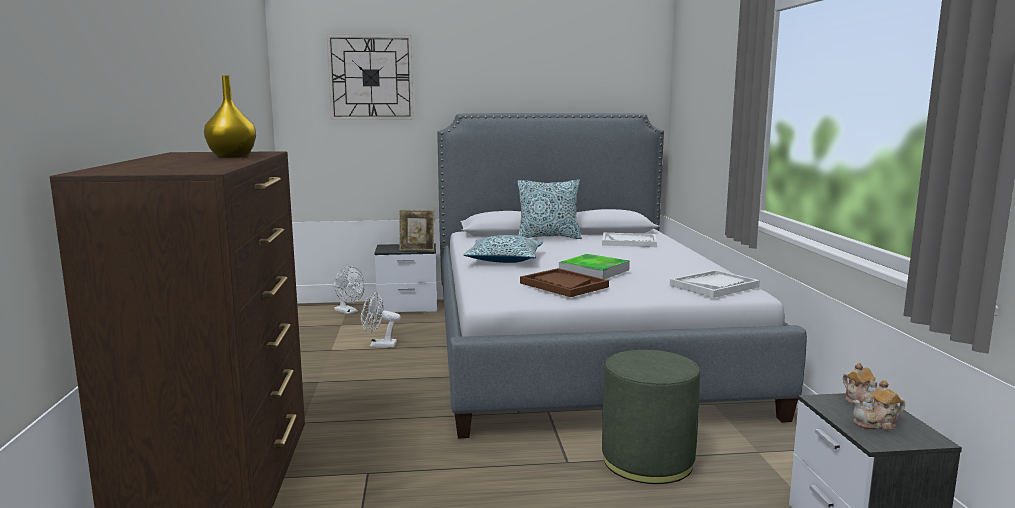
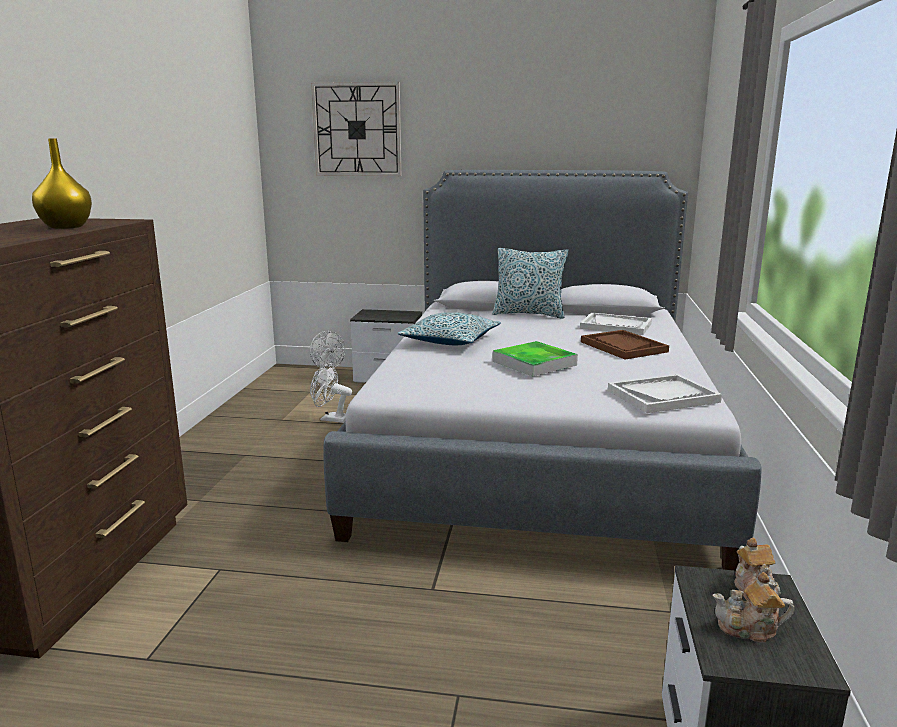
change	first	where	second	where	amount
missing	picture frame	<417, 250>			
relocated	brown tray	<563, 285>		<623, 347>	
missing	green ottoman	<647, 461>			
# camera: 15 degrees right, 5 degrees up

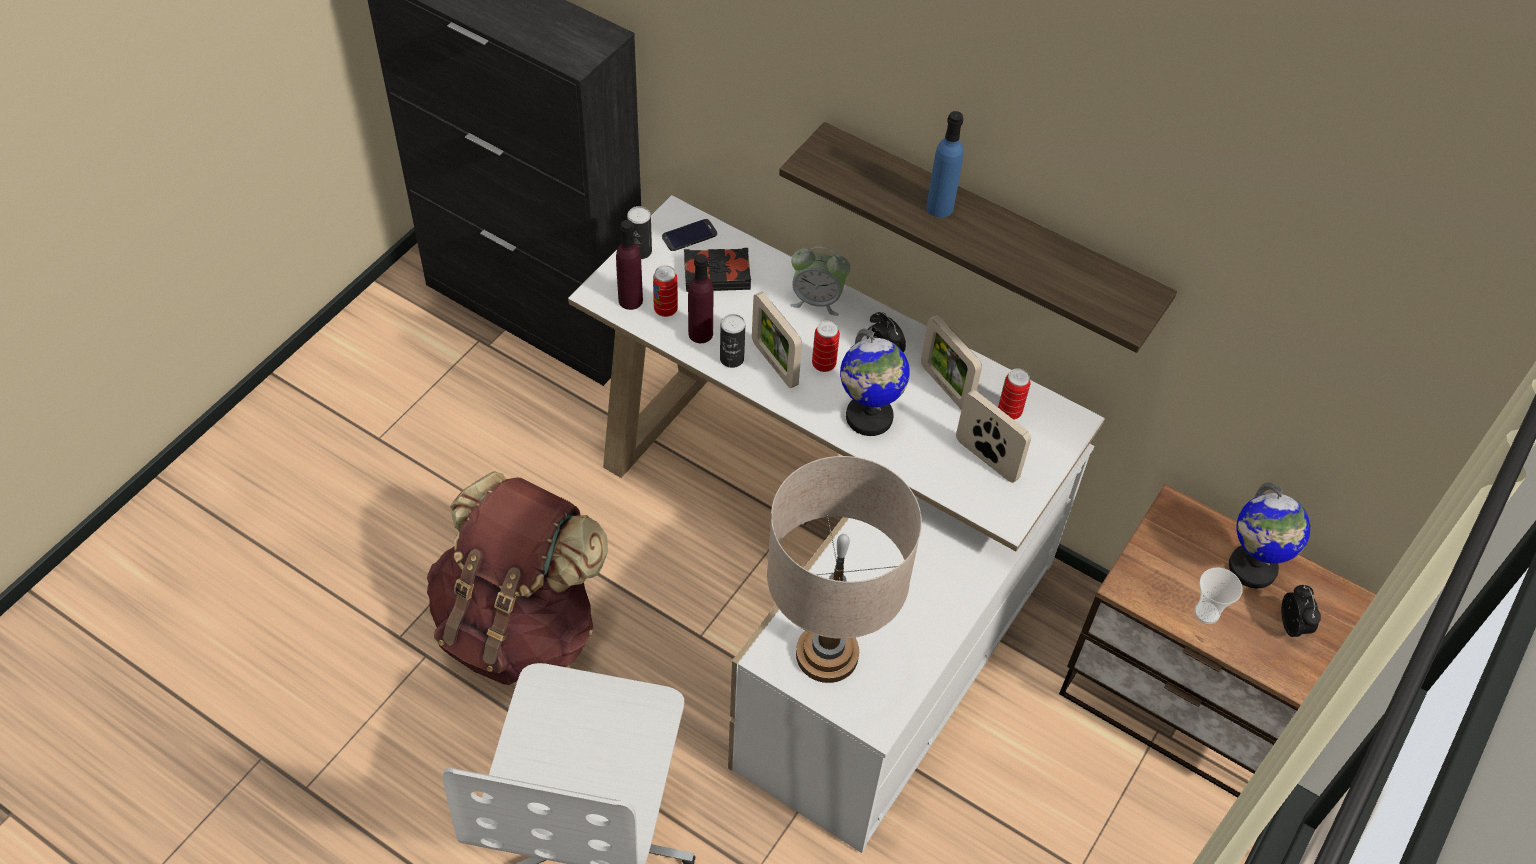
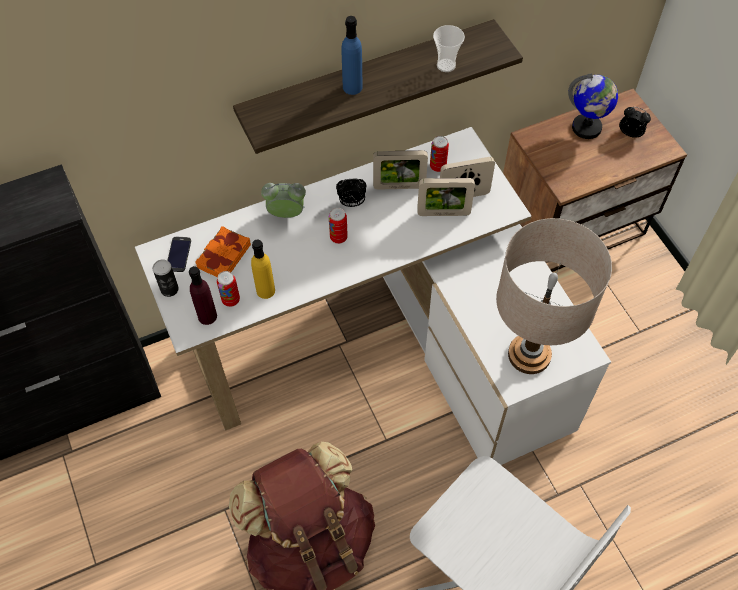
change	first	where	second	where	amount
spun	alarm clock	<817, 300>		<286, 214>	135 degrees counterclockwise
colour	black book	<716, 274>	orange book	<223, 256>	
colour	purple bottle	<700, 333>	yellow bottle	<265, 290>	
relocated	picture frame	<774, 364>		<443, 213>	
missing	can	<731, 358>			
missing	globe	<869, 417>			
relocated	cup	<1206, 613>		<446, 65>	
# camera: 55 degrees left, 5 degrees up

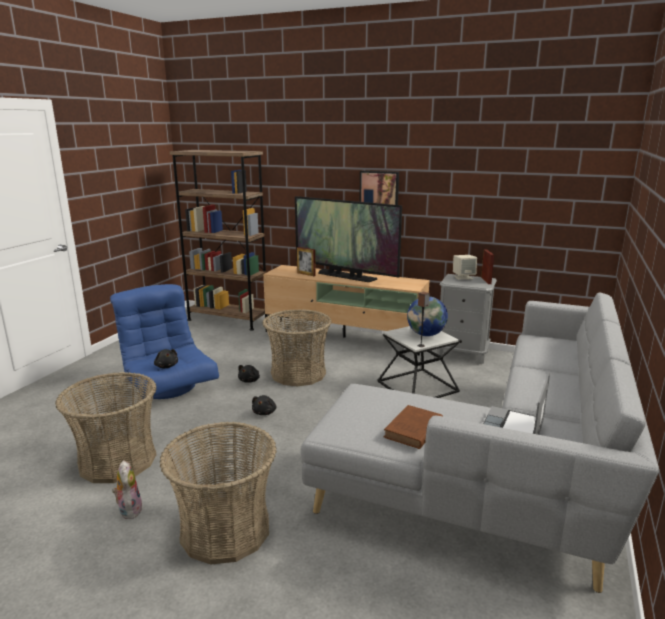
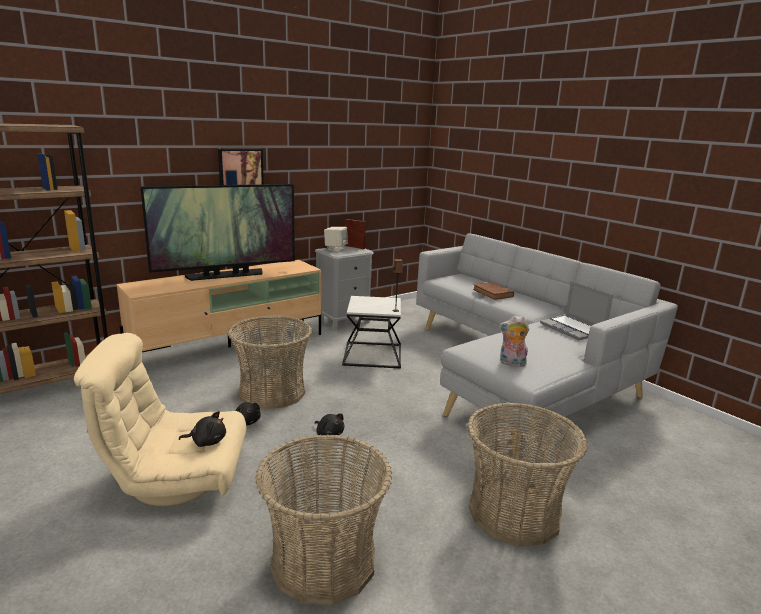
change	first	where	second	where	amount
missing	picture frame	<306, 274>			
colour	blue armchair	<169, 386>	beige armchair	<176, 479>	
missing	globe	<426, 334>			
relocated	brown book	<413, 431>		<493, 293>	
relocated	plush toy	<129, 509>		<511, 363>	
# camera: 60 degrees left, 0 degrees up

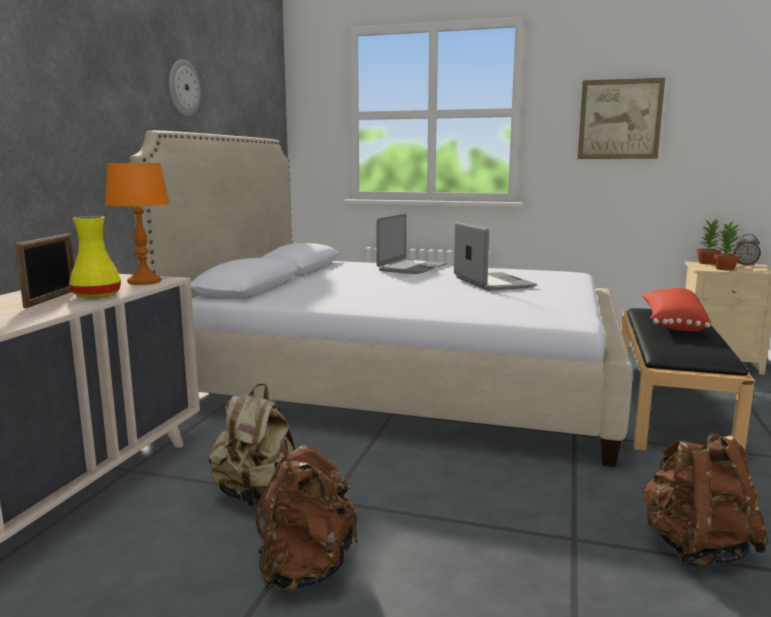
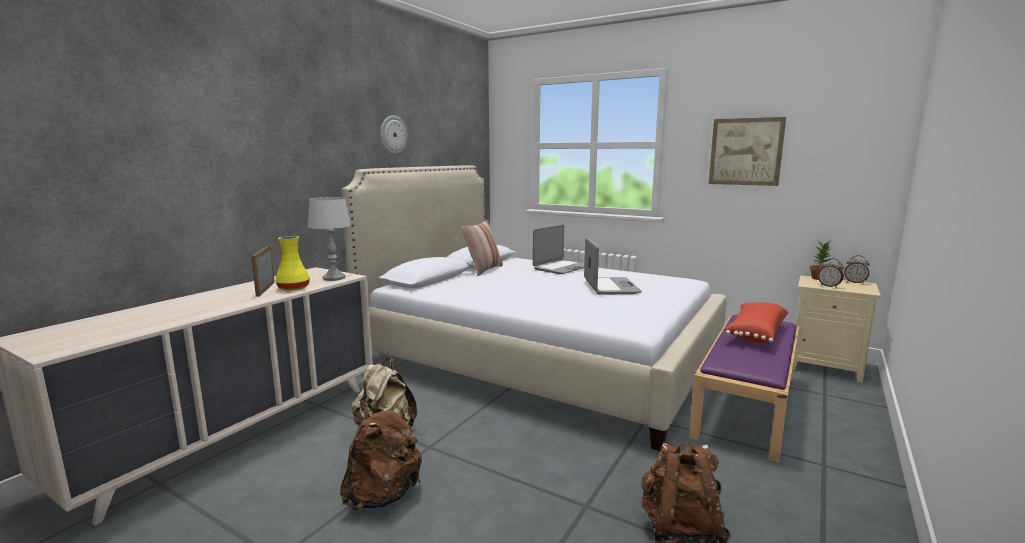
change	first	where	second	where	amount
colour	orange table lamp	<144, 282>	grey table lamp	<334, 278>	
exchanged	potted plant	<725, 269>	alarm clock	<829, 286>	
spun	picture frame	<52, 298>		<265, 289>	150 degrees clockwise
colour	black bench	<667, 406>	purple bench	<746, 403>	
appeared			pillow	<483, 270>	
# camera: 15 degrees right, 0 degrees up

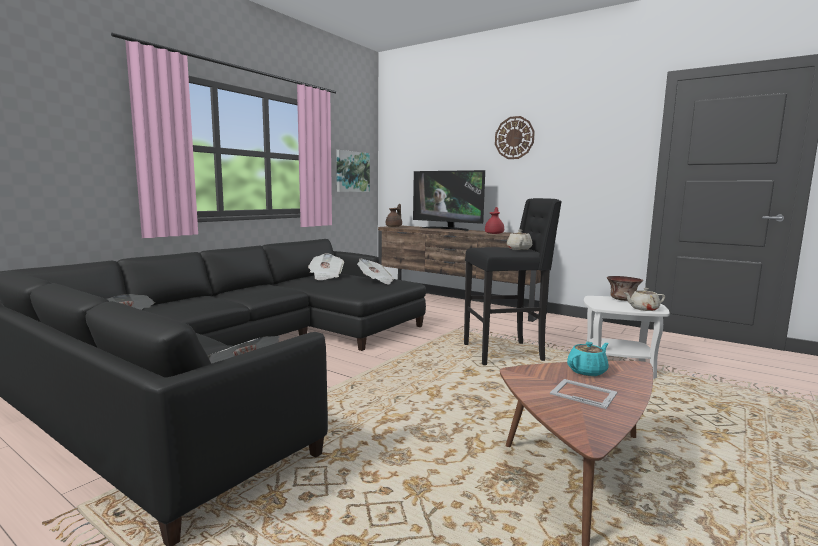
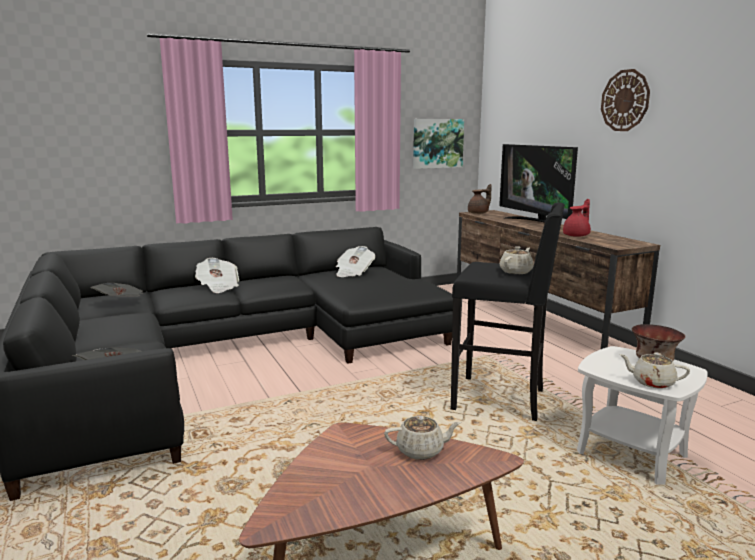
change	first	where	second	where	amount
relocated	newspaper	<376, 281>		<218, 287>	
colour	turquoise teapot	<587, 371>	beige teapot	<421, 451>	
missing	picture frame	<583, 393>			
# camera: 30 degrees right, 5 degrees up

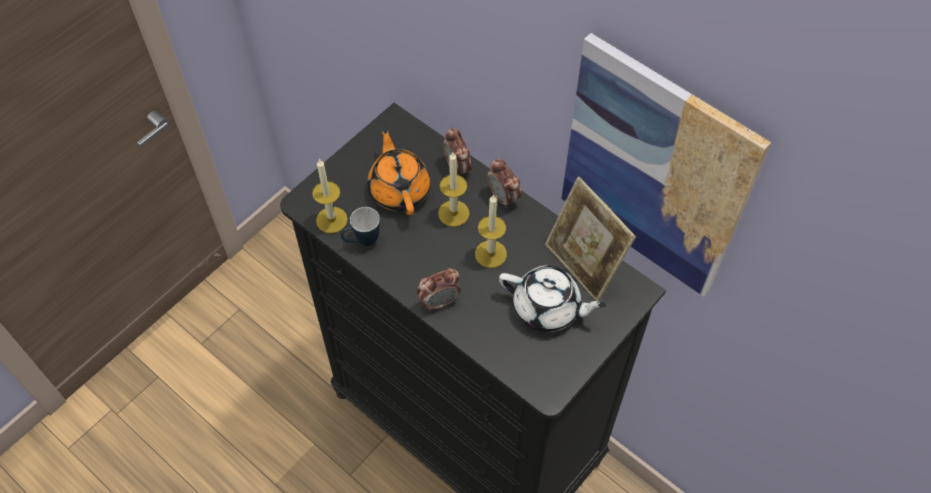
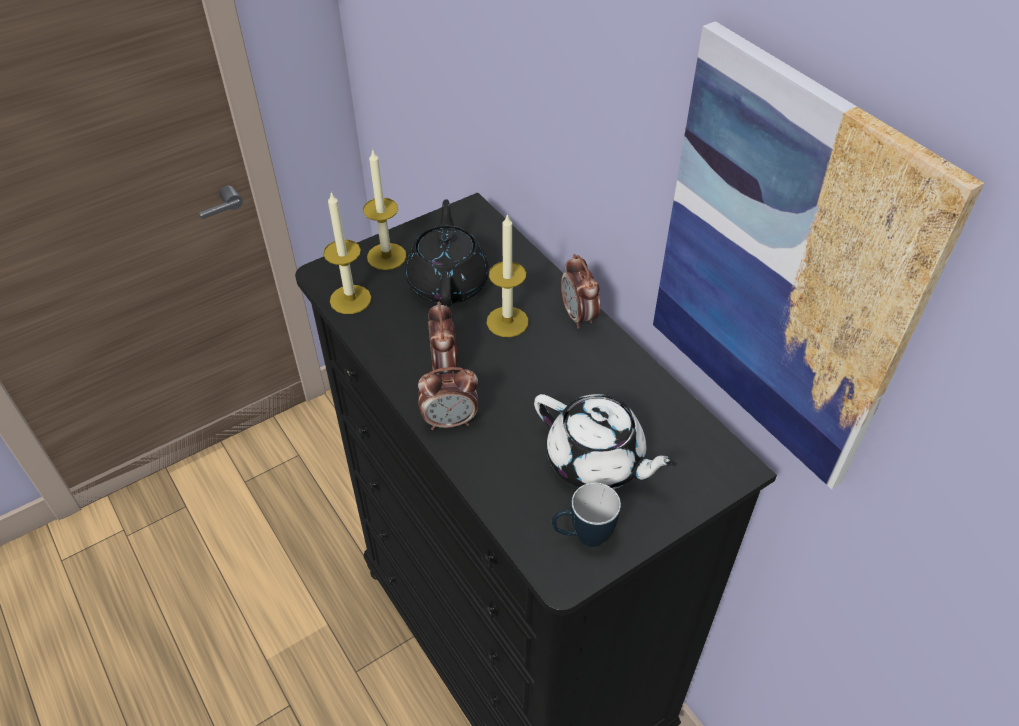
change	first	where	second	where	amount
colour	orange teapot	<399, 189>	black teapot	<448, 282>	
relocated	alarm clock	<457, 168>		<444, 366>	
missing	picture frame	<583, 265>			
relocated	candle	<490, 254>		<386, 256>	
relocated	mug	<362, 241>		<582, 537>	
# camera: 15 degrees right, 10 degrees down

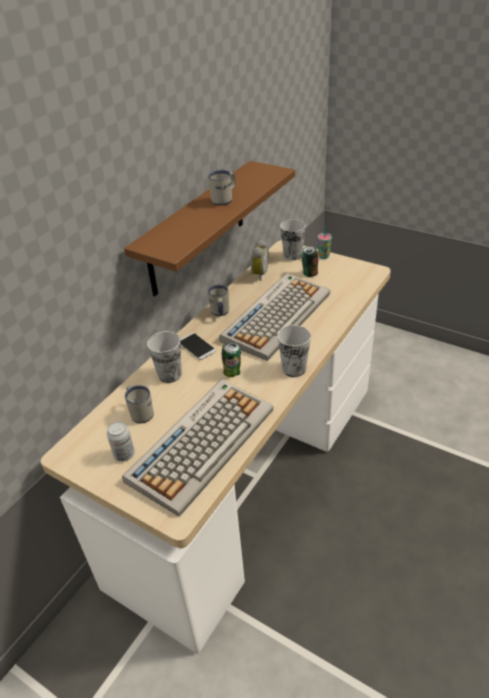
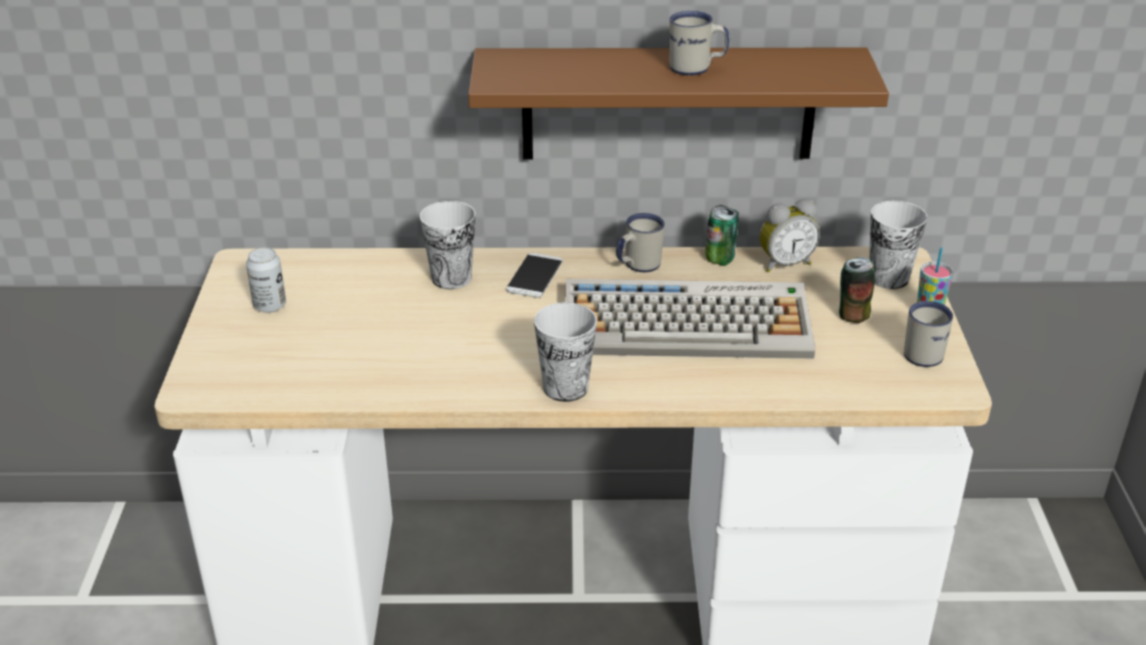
change	first	where	second	where	amount
relocated	can	<232, 373>		<719, 259>	
missing	keyboard	<202, 443>			
relocated	white mug	<140, 412>		<925, 351>	
# camera: 55 degrees right, 5 degrees down

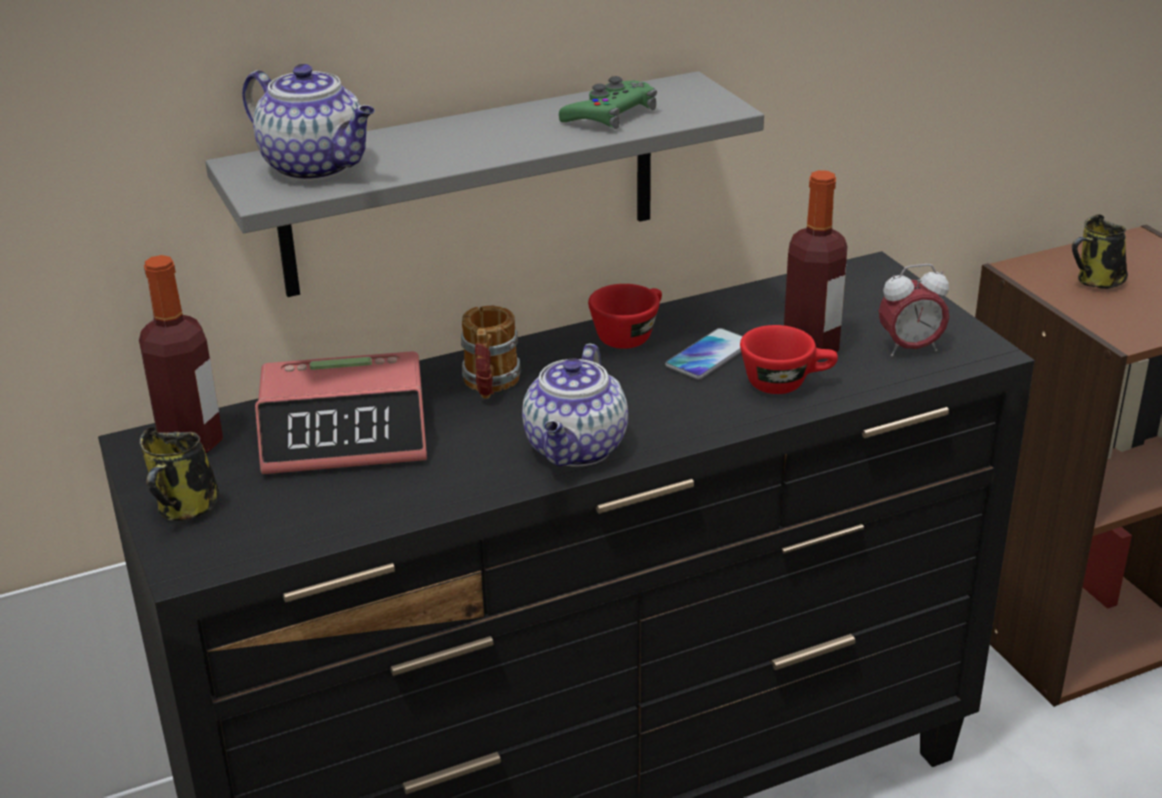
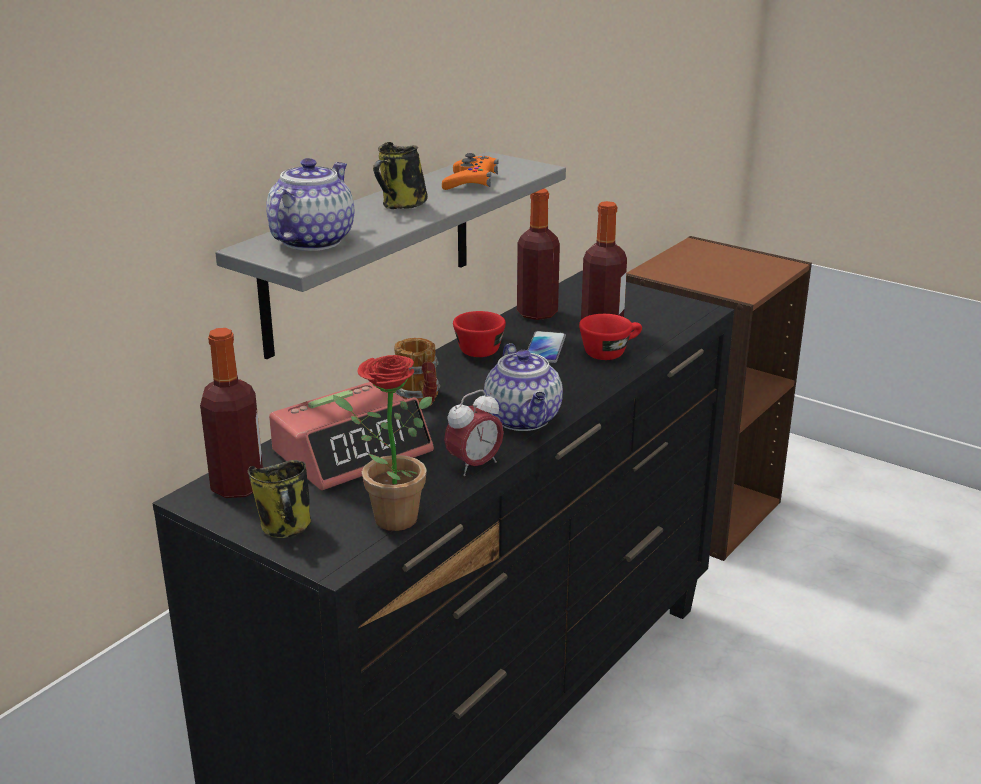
change	first	where	second	where	amount
spun	teapot	<317, 167>		<313, 240>	75 degrees counterclockwise
colour	green game controller	<610, 115>	orange game controller	<471, 181>	
relocated	mug	<1096, 282>		<401, 206>	
relocated	alarm clock	<910, 348>		<474, 465>	
appeared			bottle	<537, 313>	
appeared			potted plant	<386, 517>	
# camera: 30 degrees left, 5 degrees down

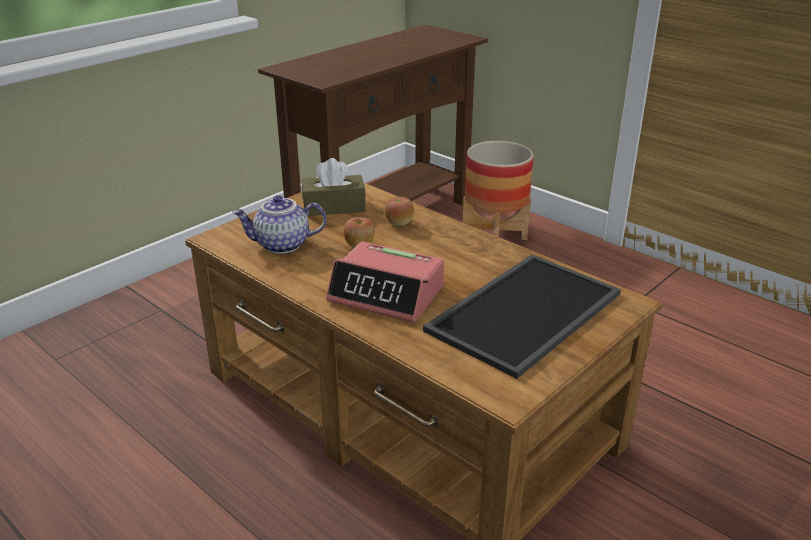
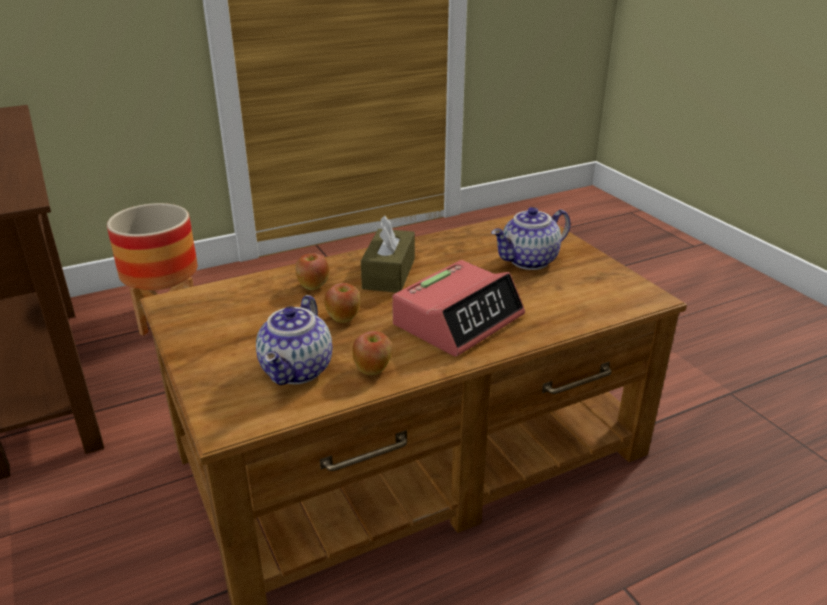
change	first	where	second	where	amount
relocated	brown tissue box	<334, 207>		<389, 273>	
exchanged	tray	<526, 314>	teapot	<529, 261>	
appeared			apple	<373, 369>	
# camera: 70 degrees left, 0 degrees up

